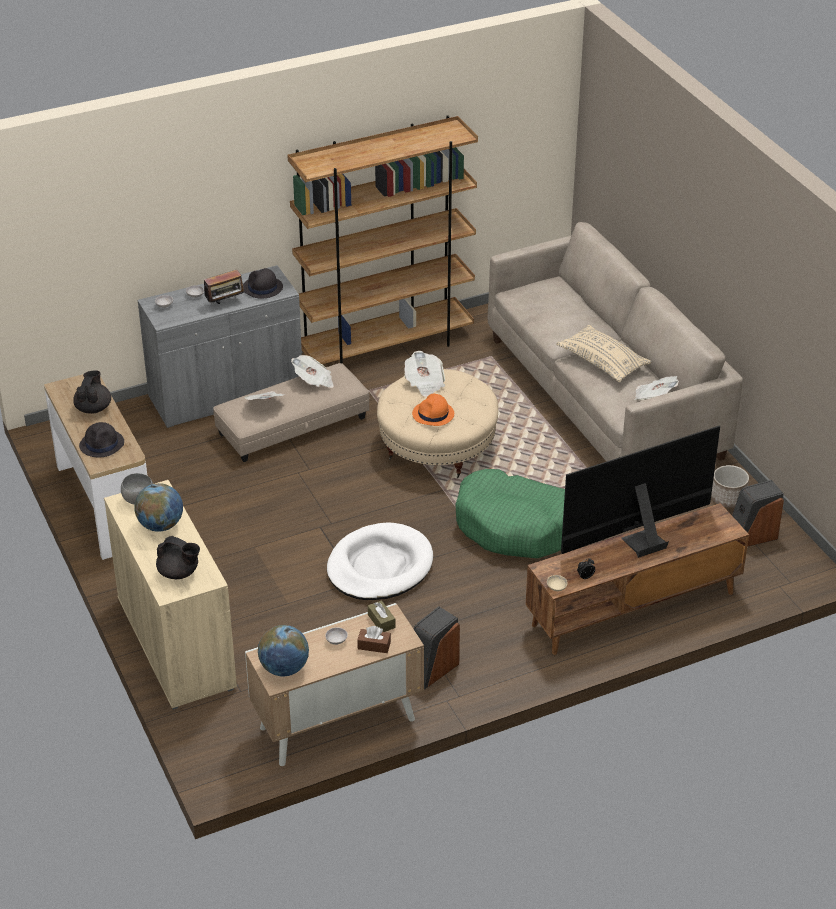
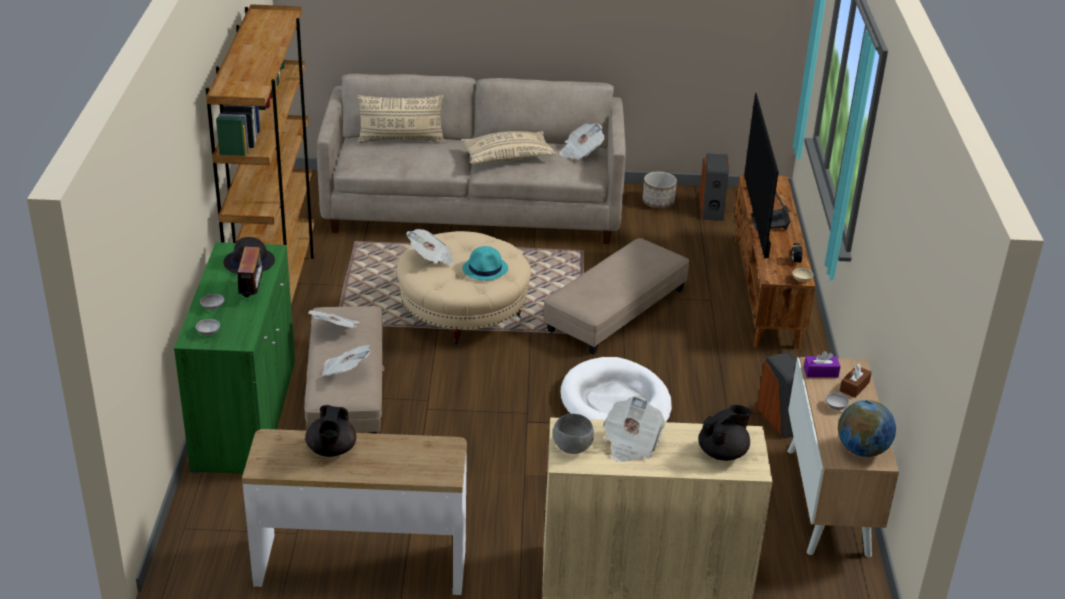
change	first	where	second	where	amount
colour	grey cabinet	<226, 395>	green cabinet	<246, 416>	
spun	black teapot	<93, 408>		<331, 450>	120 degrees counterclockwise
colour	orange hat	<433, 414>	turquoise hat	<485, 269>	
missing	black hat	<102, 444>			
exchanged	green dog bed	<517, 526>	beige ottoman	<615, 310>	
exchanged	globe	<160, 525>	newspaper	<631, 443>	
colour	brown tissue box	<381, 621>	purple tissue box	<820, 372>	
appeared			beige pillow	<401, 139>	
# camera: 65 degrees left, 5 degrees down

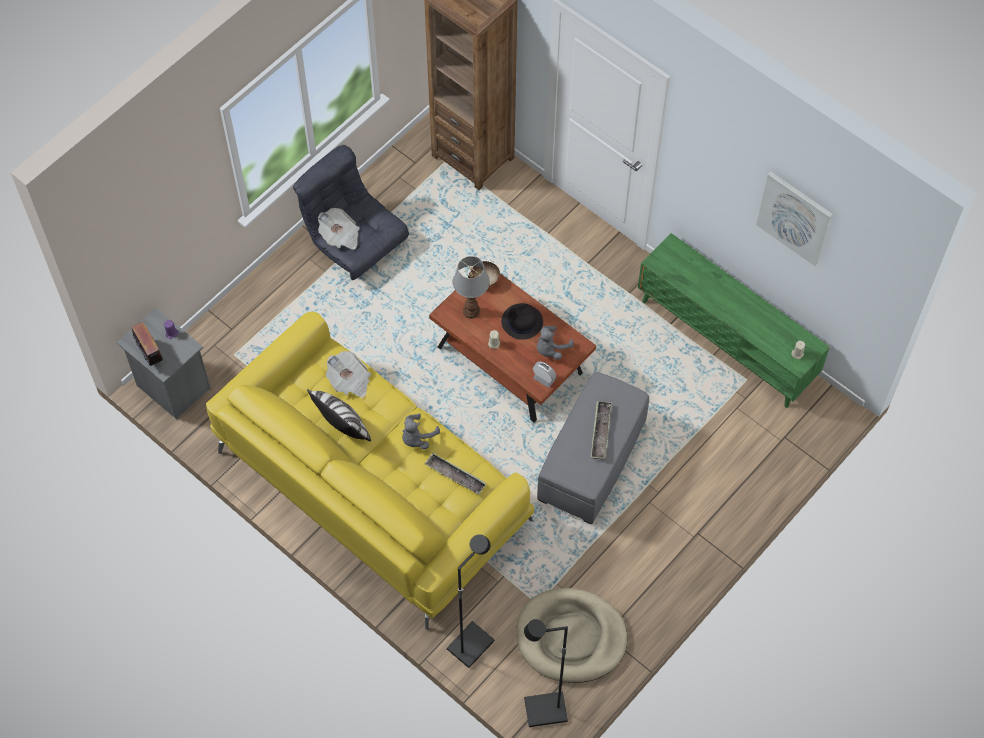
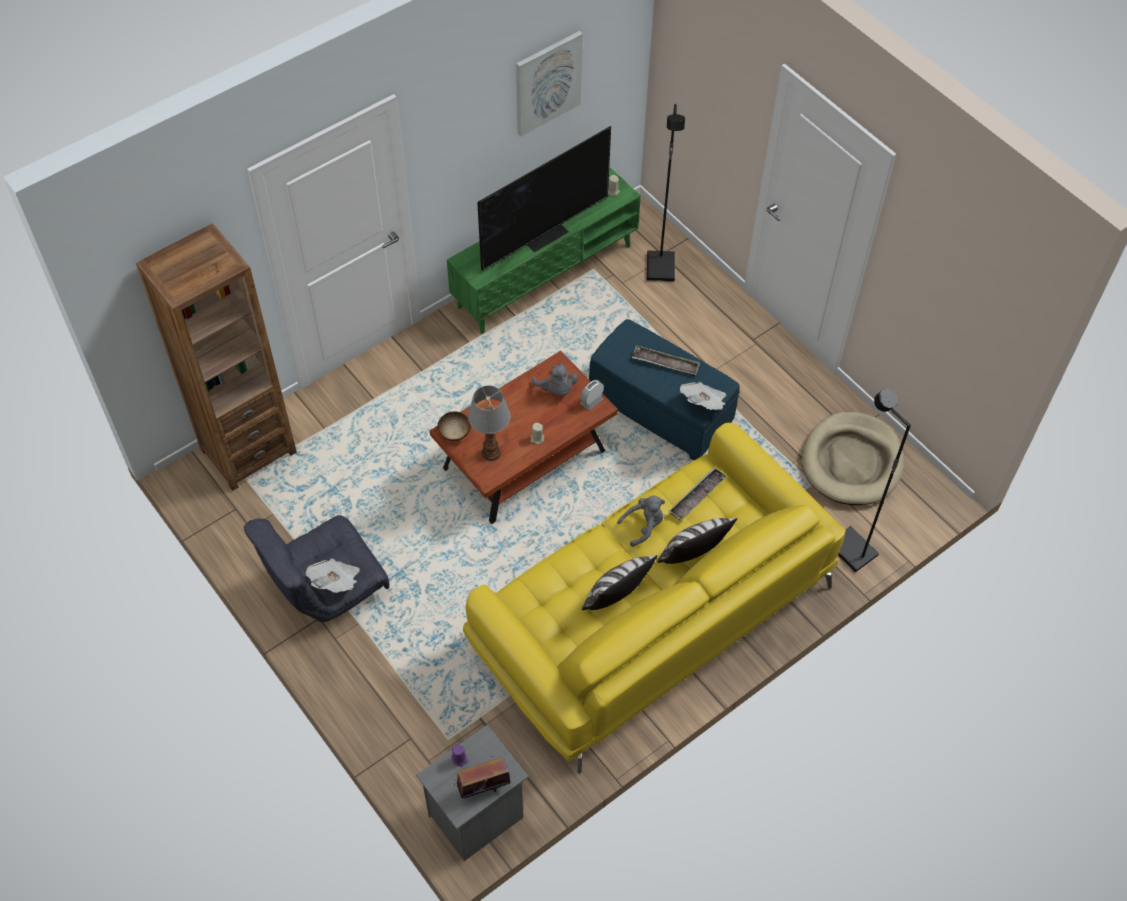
change	first	where	second	where	amount
missing	black hat	<522, 322>			
relocated	newspaper	<349, 381>		<703, 403>	
colour	grey ottoman	<592, 463>	blue ottoman	<661, 410>	
spun	grey plush toy	<417, 438>		<643, 526>	75 degrees counterclockwise
relocated	black floor lamp	<545, 711>		<661, 268>	
appeared			television	<545, 234>	
appeared			pillow	<693, 555>	
# camera: 80 degrees left, 5 degrees down

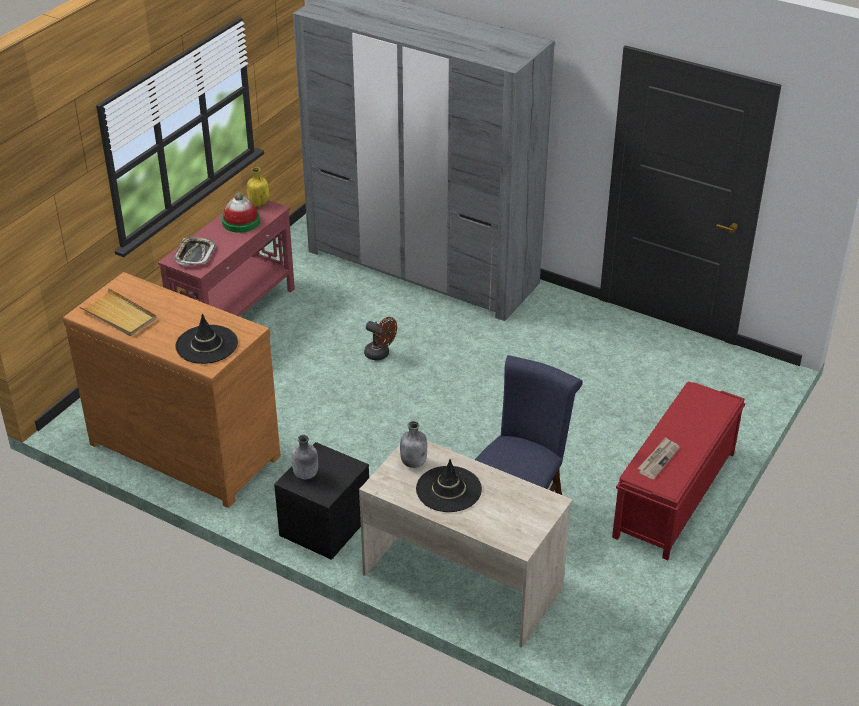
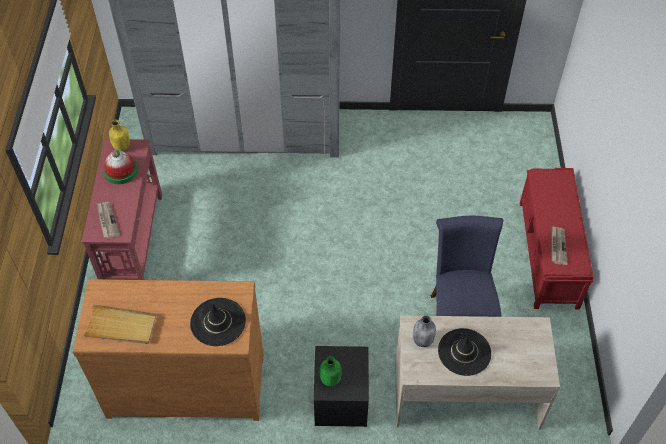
change	first	where	second	where	amount
exchanged	tray	<194, 254>	newspaper	<107, 220>	
missing	brown fan	<380, 354>			
colour	grey bottle	<306, 475>	green bottle	<331, 379>	
# camera: 30 degrees left, 15 degrees up

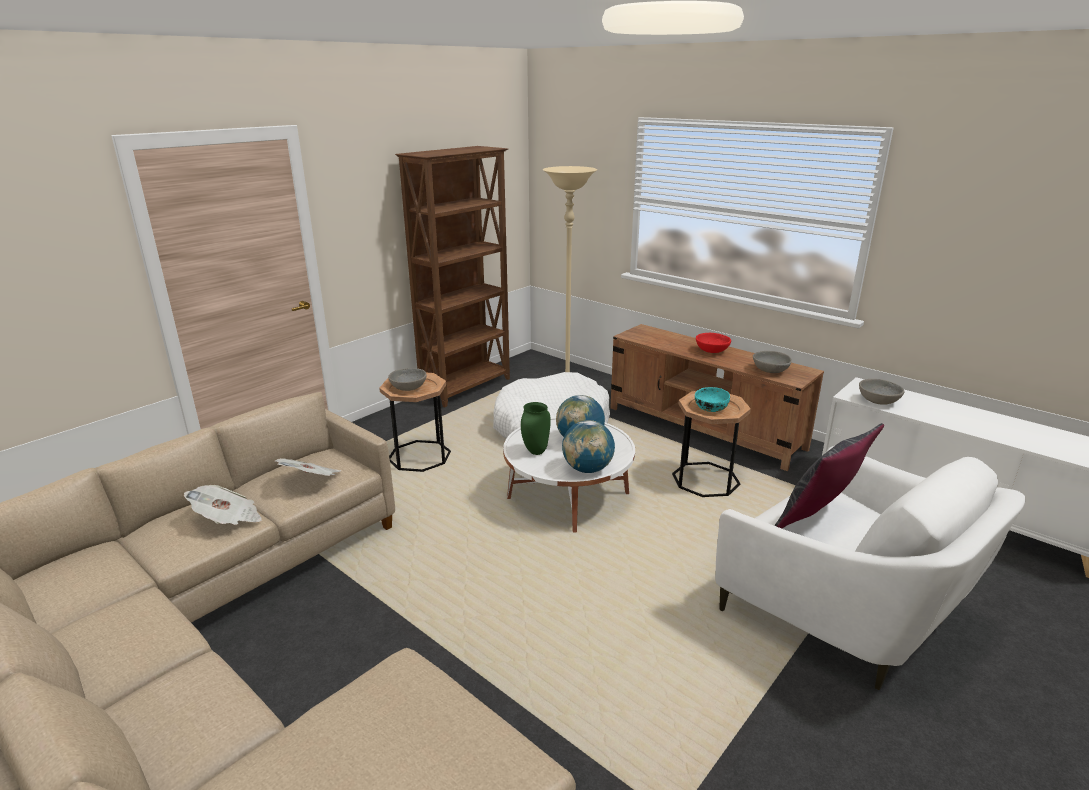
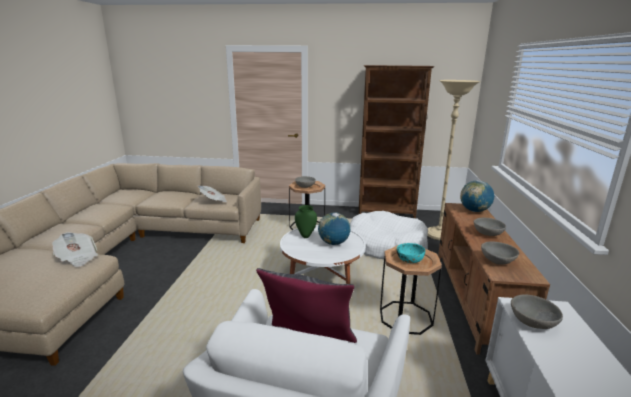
change	first	where	second	where	amount
colour	red bowl	<712, 351>	grey bowl	<488, 234>	
relocated	globe	<587, 469>		<474, 211>	
relocated	newspaper	<229, 520>		<77, 258>	
# camera: 55 degrees right, 5 degrees down

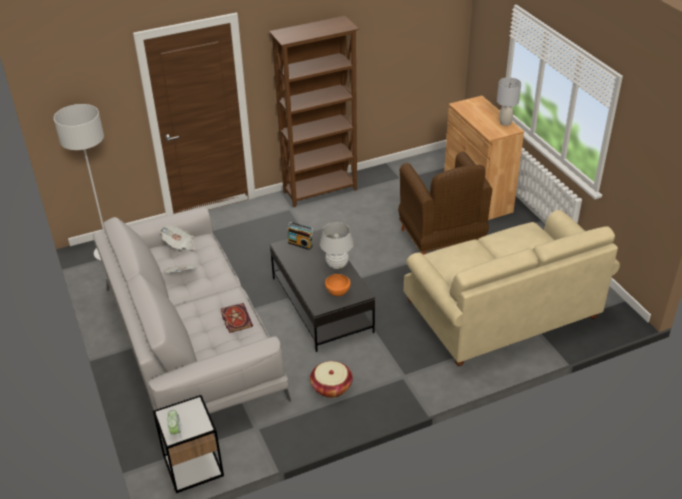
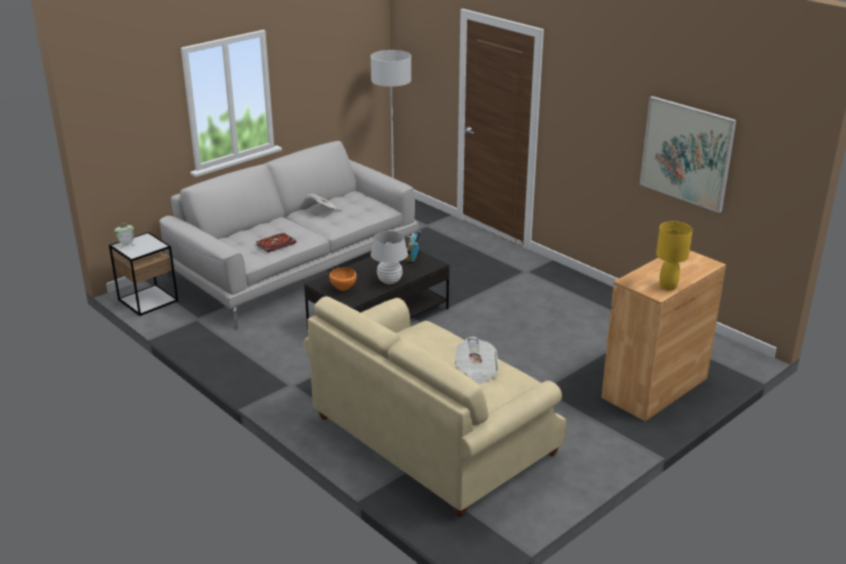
change	first	where	second	where	amount
missing	brown bookcase	<321, 191>			
colour	grey table lamp	<505, 123>	yellow table lamp	<667, 287>	
missing	brown armchair	<441, 240>			
relocated	newspaper	<180, 245>		<476, 371>	
missing	basket	<331, 387>			
appeared			picture	<686, 153>	
# camera: 70 degrees right, 10 degrees down

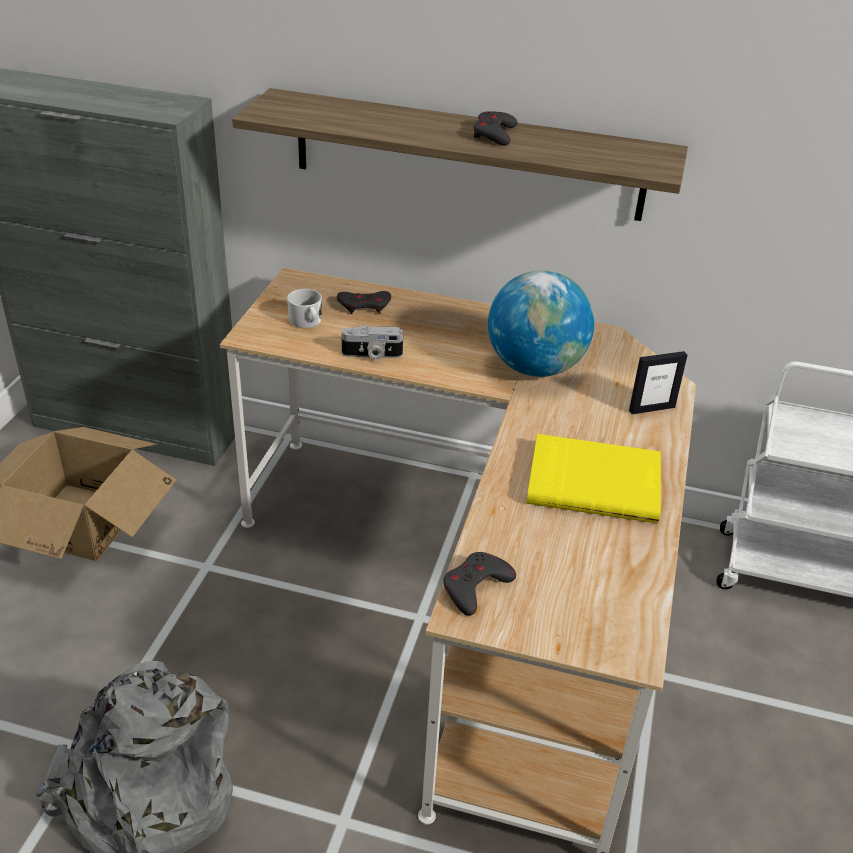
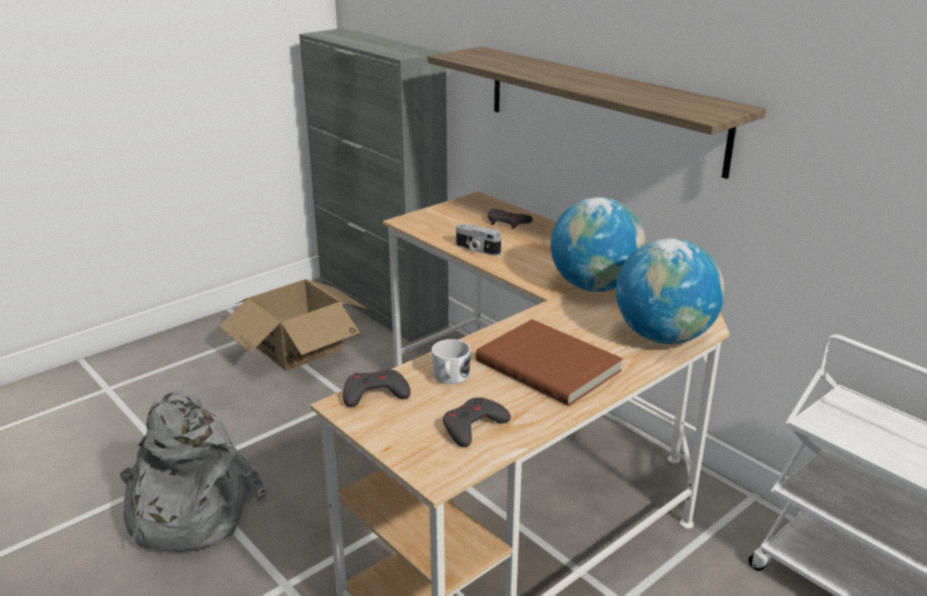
change	first	where	second	where	amount
relocated	grey game controller	<494, 134>		<473, 426>	
relocated	white mug	<307, 322>		<450, 377>	
exchanged	picture frame	<651, 408>	globe	<663, 336>	
colour	yellow book	<594, 481>	brown book	<549, 365>	
# camera: 35 degrees right, 10 degrees down

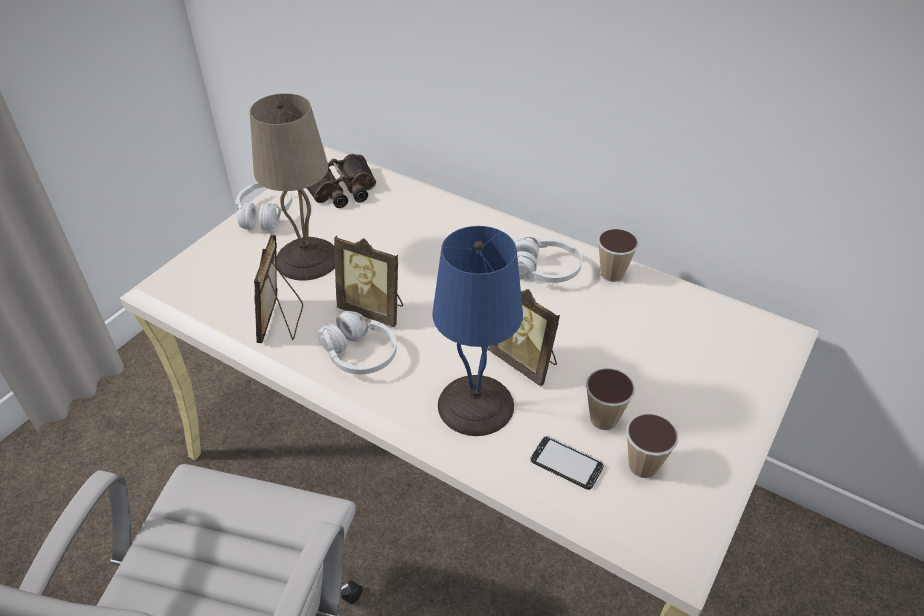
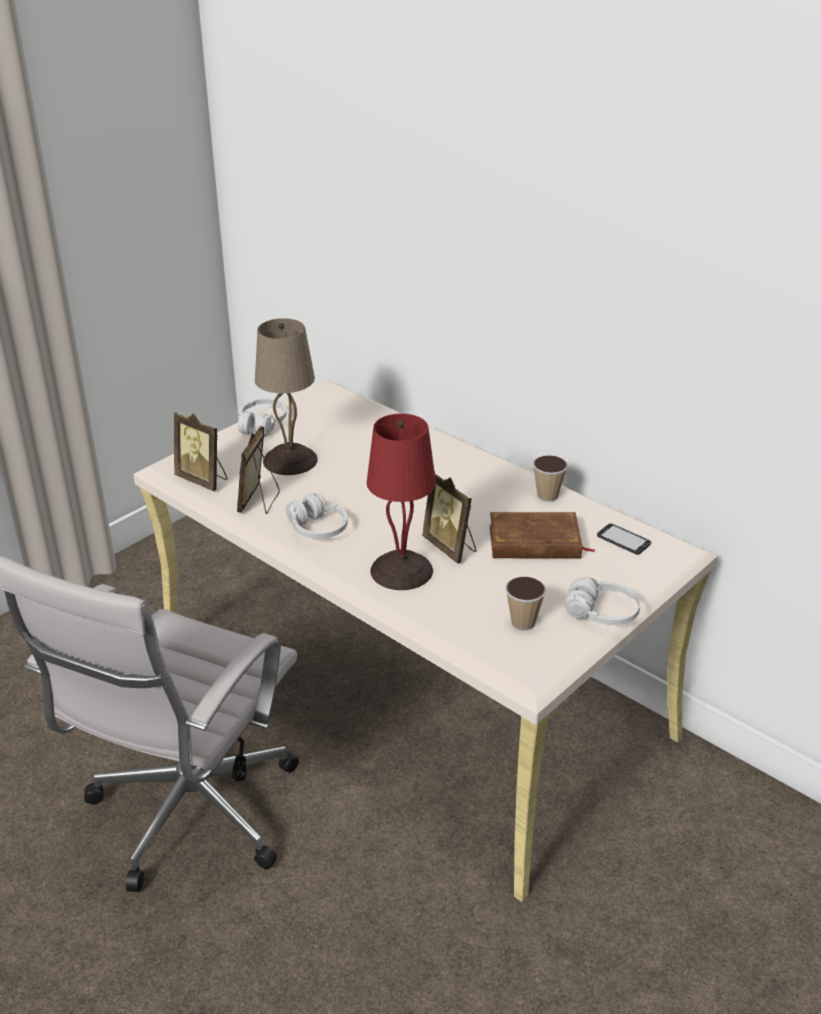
change	first	where	second	where	amount
missing	binoculars	<341, 189>			
colour	blue table lamp	<476, 403>	red table lamp	<402, 570>	
relocated	picture frame	<373, 310>		<203, 480>	
relocated	white headphones	<544, 270>		<601, 613>	
missing	cup	<603, 419>			
relocated	phone	<566, 463>		<623, 540>	
appeared			brown book	<535, 542>	
# camera: 10 degrees right, 10 degrees down

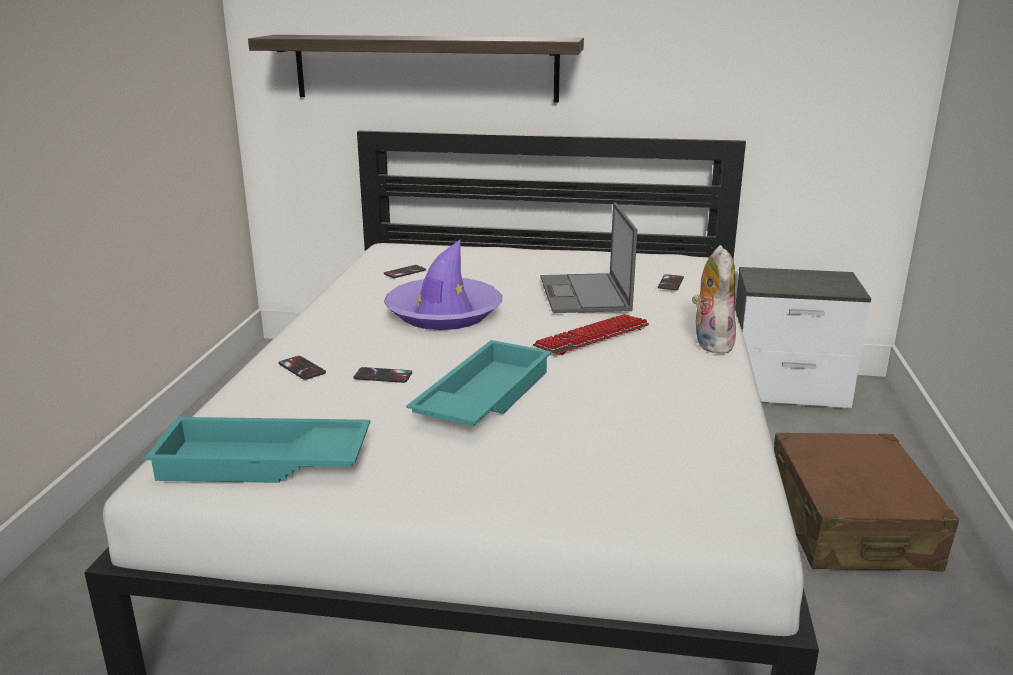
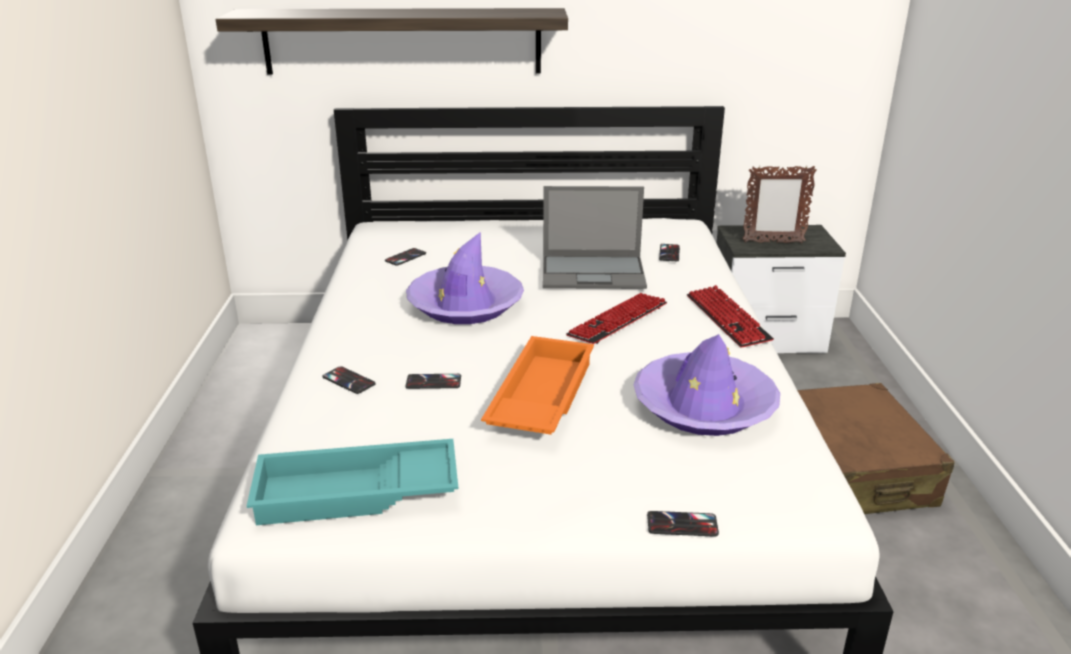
change	first	where	second	where	amount
spun	laptop	<585, 294>		<594, 272>	75 degrees counterclockwise
exchanged	plush toy	<710, 343>	keyboard	<727, 318>	
colour	turquoise tray	<482, 397>	orange tray	<539, 397>	
appeared			picture frame	<772, 242>	
appeared			purple hat	<704, 406>	
appeared			phone	<682, 525>	
# camera: 10 degrees left, 5 degrees up

